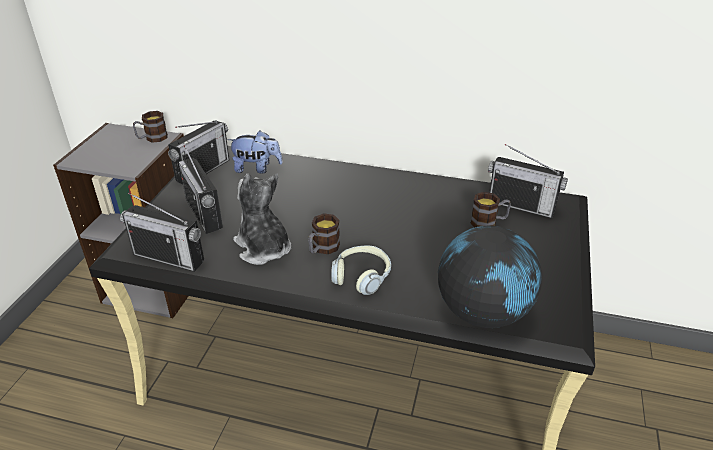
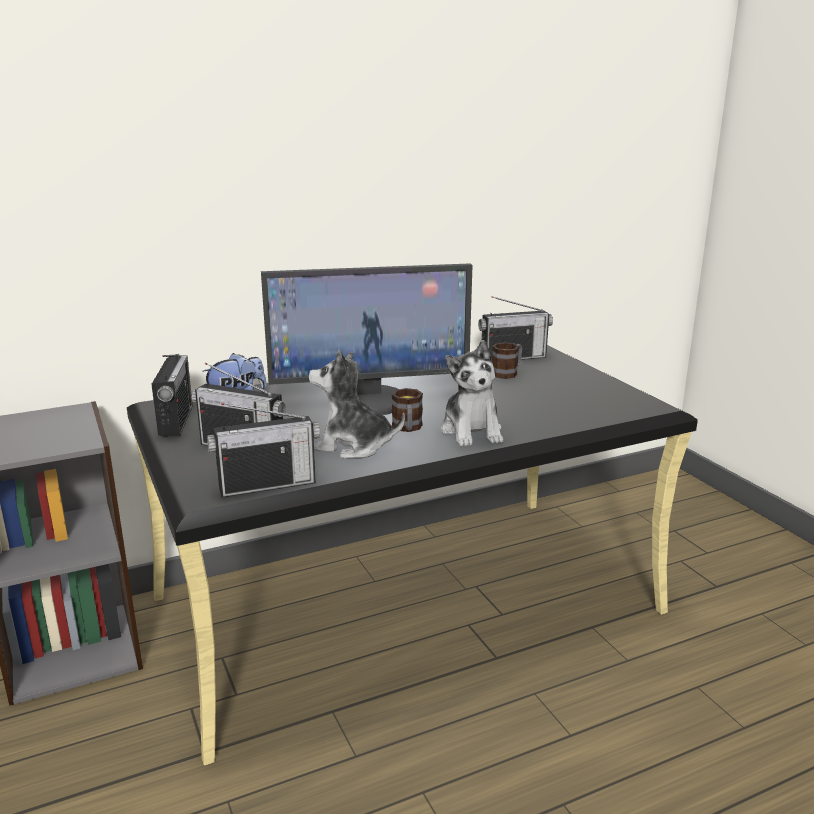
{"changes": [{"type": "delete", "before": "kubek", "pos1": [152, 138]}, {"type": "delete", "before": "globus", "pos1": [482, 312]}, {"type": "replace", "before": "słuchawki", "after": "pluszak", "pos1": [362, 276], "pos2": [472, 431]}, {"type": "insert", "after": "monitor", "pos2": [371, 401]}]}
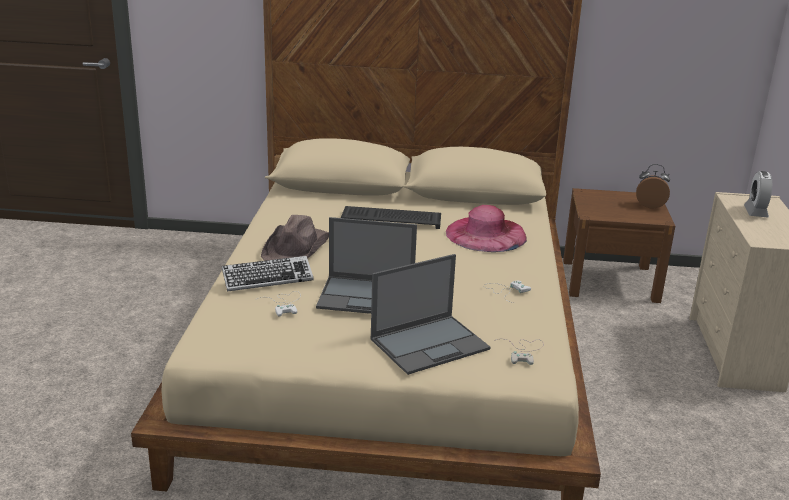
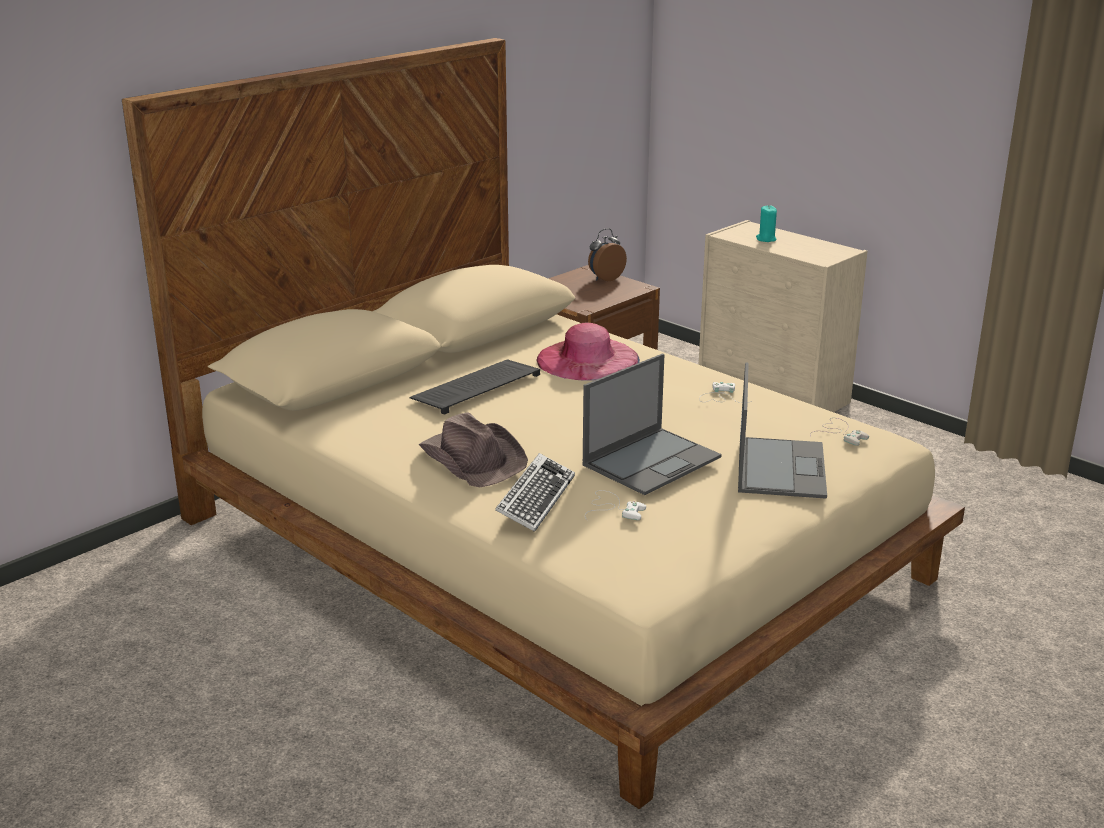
{"changes": [{"type": "replace", "before": "budzik", "after": "świeca/turkusowy", "pos1": [755, 212], "pos2": [766, 239]}]}
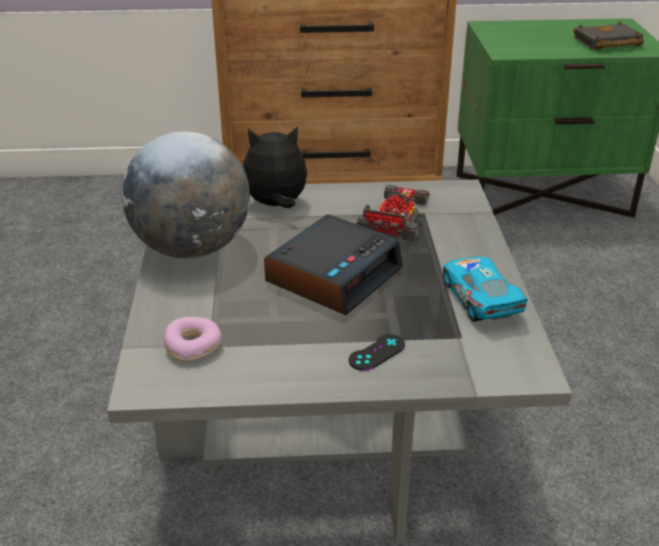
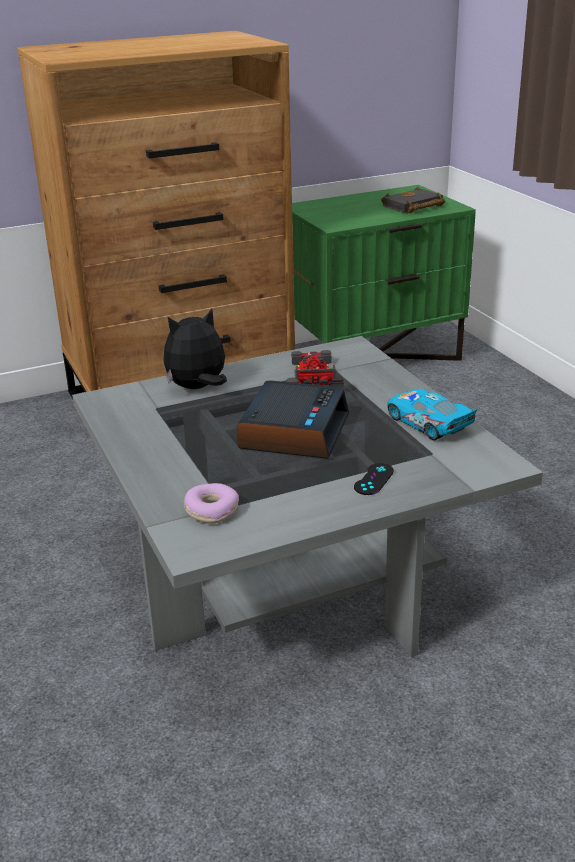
{"changes": [{"type": "delete", "before": "globus", "pos1": [192, 249]}]}
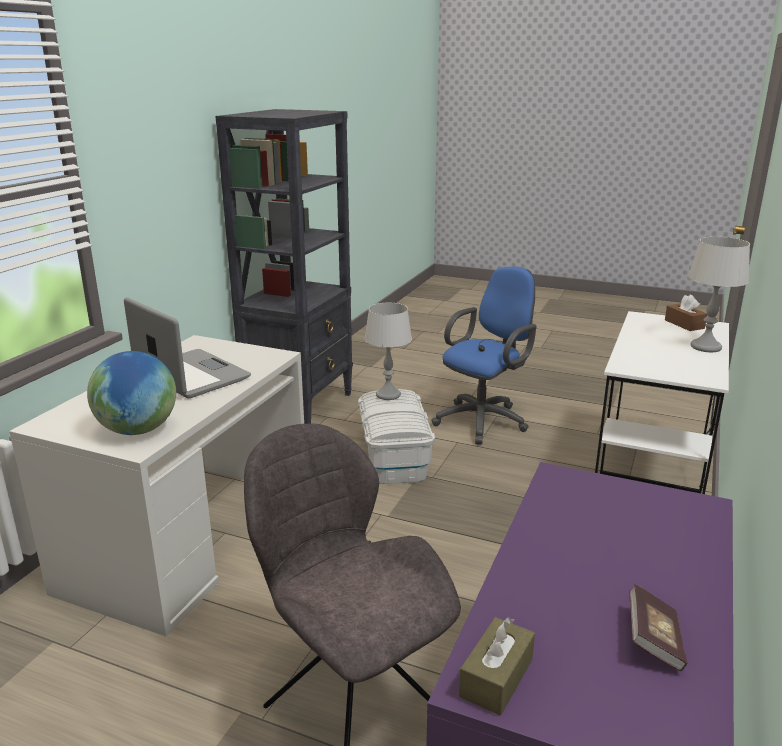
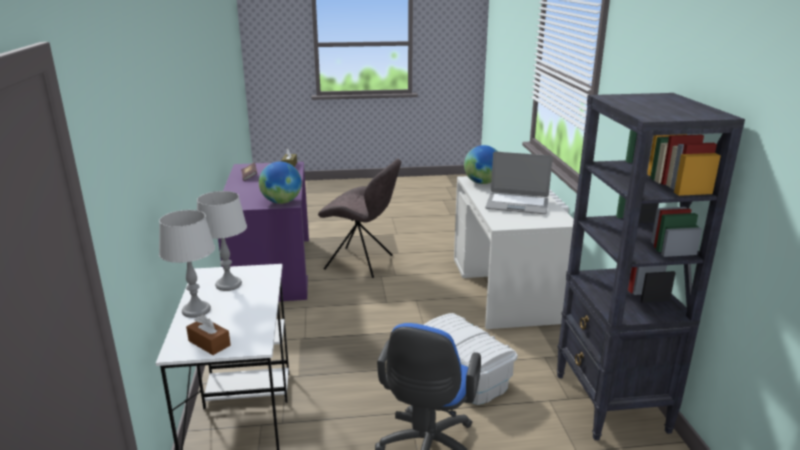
{"changes": [{"type": "move", "before": "lampa stołowa/szary", "pos1": [388, 395], "pos2": [228, 284]}, {"type": "insert", "after": "globus", "pos2": [281, 202]}]}
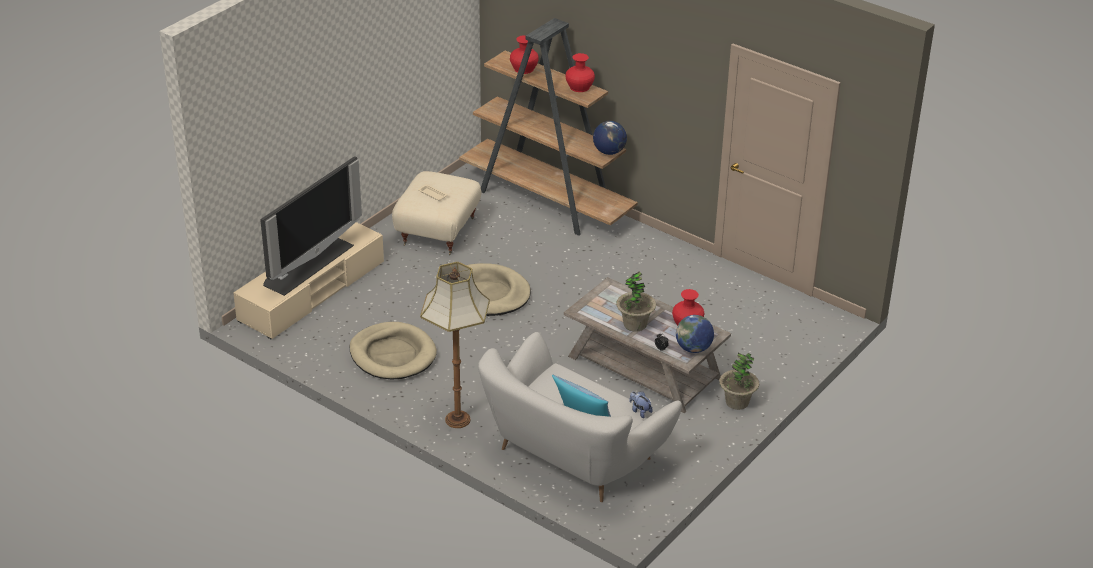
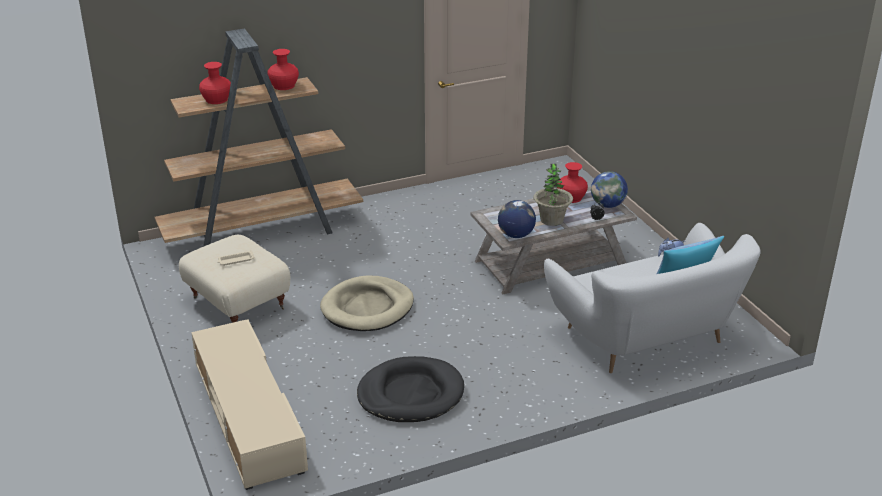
{"changes": [{"type": "move", "before": "globus", "pos1": [609, 151], "pos2": [515, 235]}, {"type": "delete", "before": "telewizor", "pos1": [307, 264]}, {"type": "delete", "before": "lampa stojąca", "pos1": [457, 420]}, {"type": "recolor", "before": "legowisko/beżowy", "after": "legowisko/czarny", "pos1": [393, 354], "pos2": [410, 394]}, {"type": "delete", "before": "roślina doniczkowa", "pos1": [737, 402]}]}
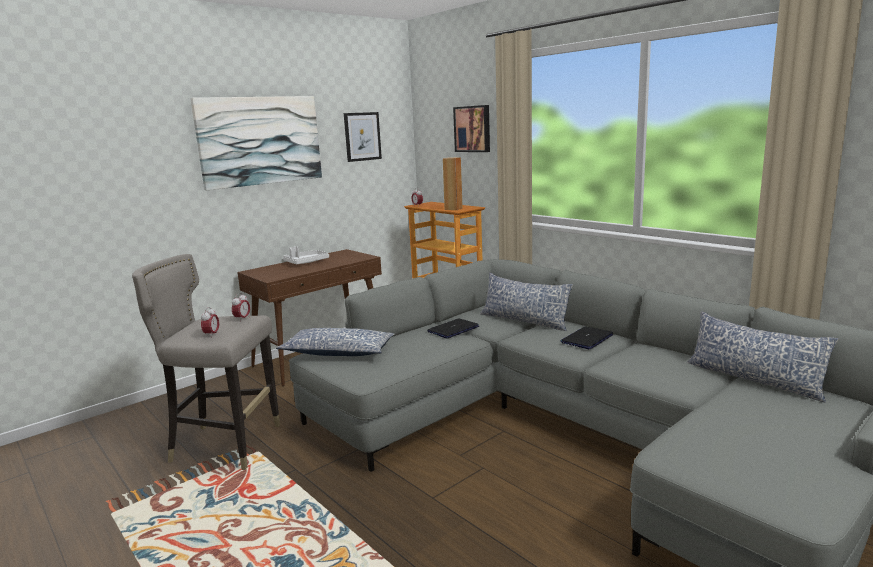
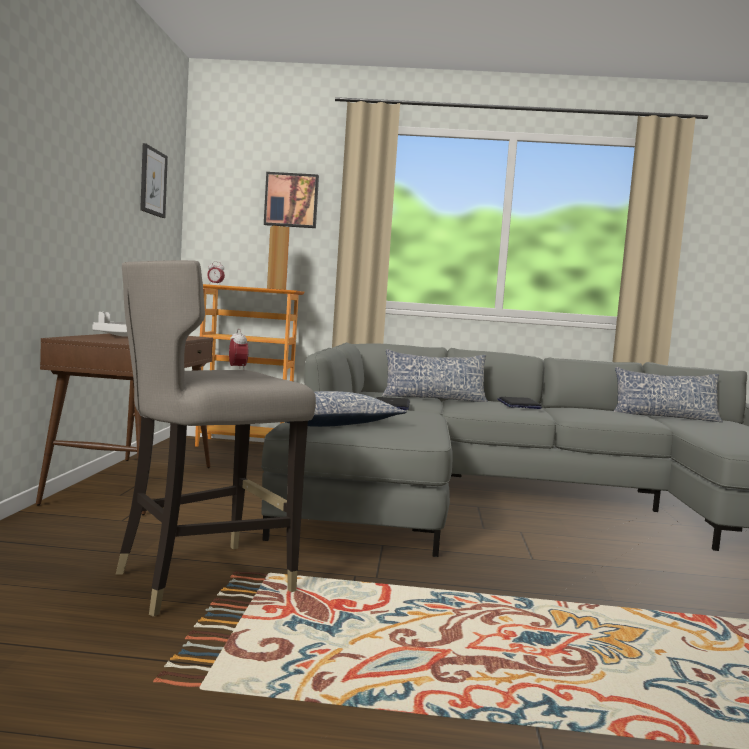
{"changes": [{"type": "delete", "before": "obraz", "pos1": [260, 141]}, {"type": "delete", "before": "budzik", "pos1": [212, 335]}]}
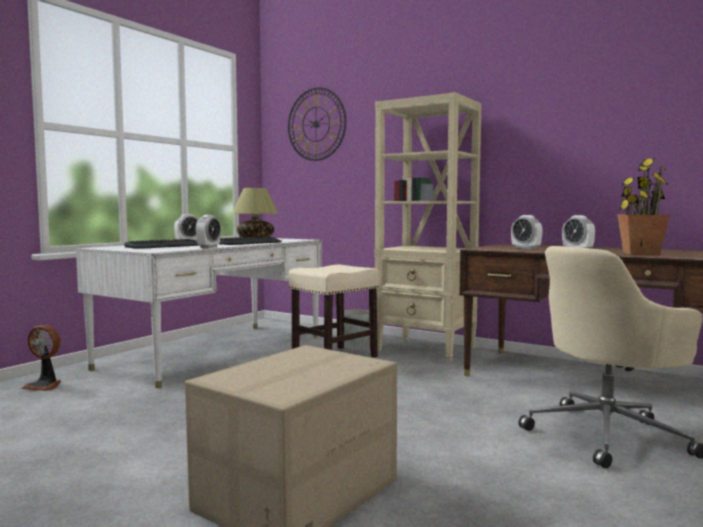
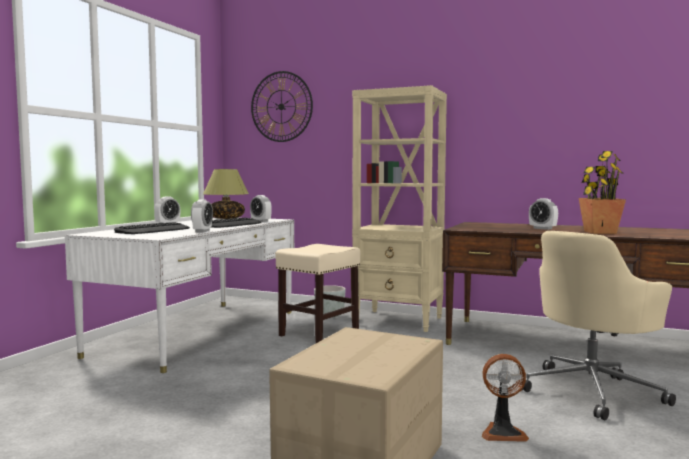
{"changes": [{"type": "move", "before": "budzik", "pos1": [526, 248], "pos2": [260, 221]}, {"type": "move", "before": "wentylator", "pos1": [45, 385], "pos2": [502, 432]}]}
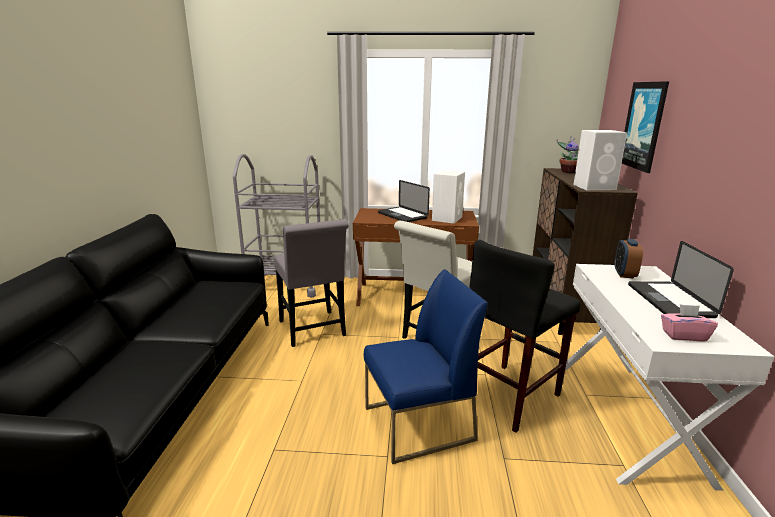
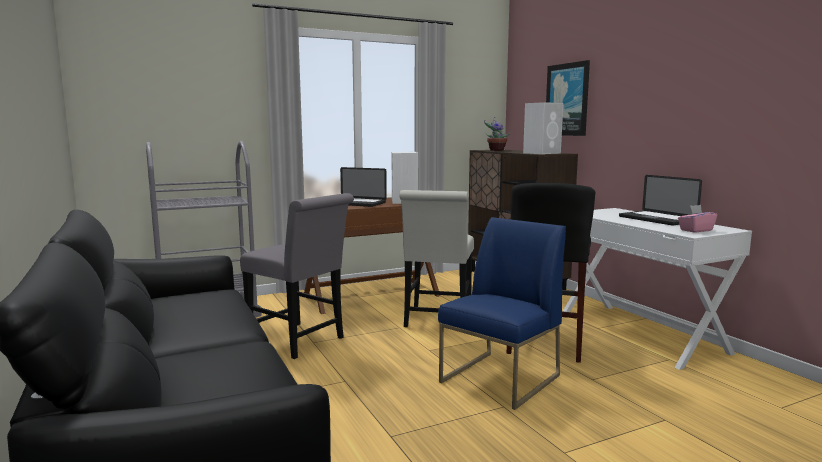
{"changes": [{"type": "delete", "before": "budzik", "pos1": [624, 274]}]}
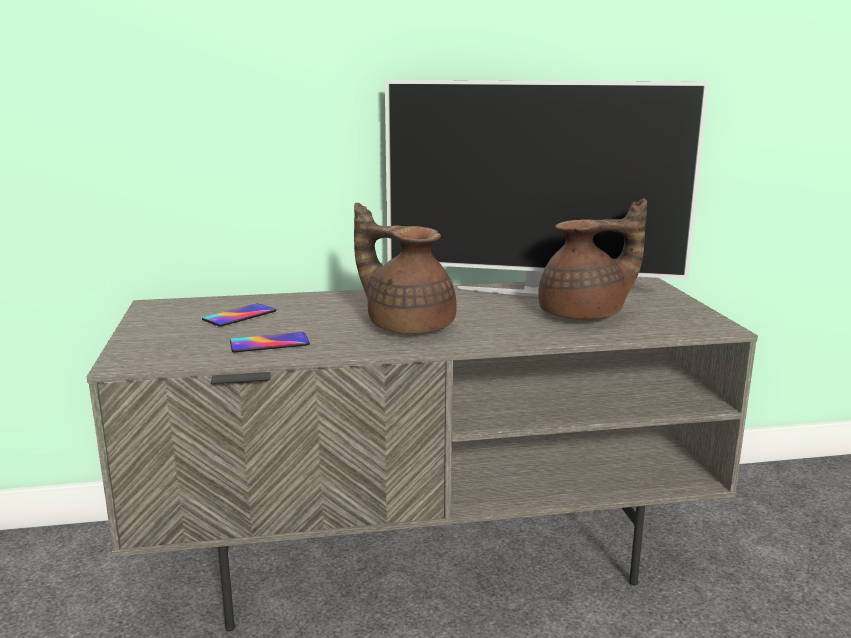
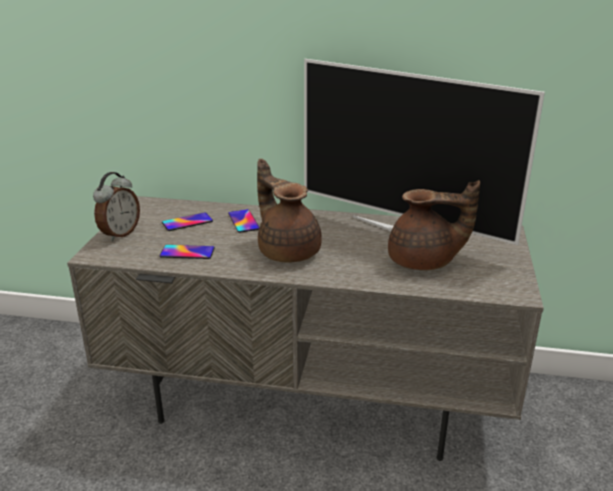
{"changes": [{"type": "insert", "after": "budzik", "pos2": [119, 234]}, {"type": "insert", "after": "telefon", "pos2": [243, 221]}]}
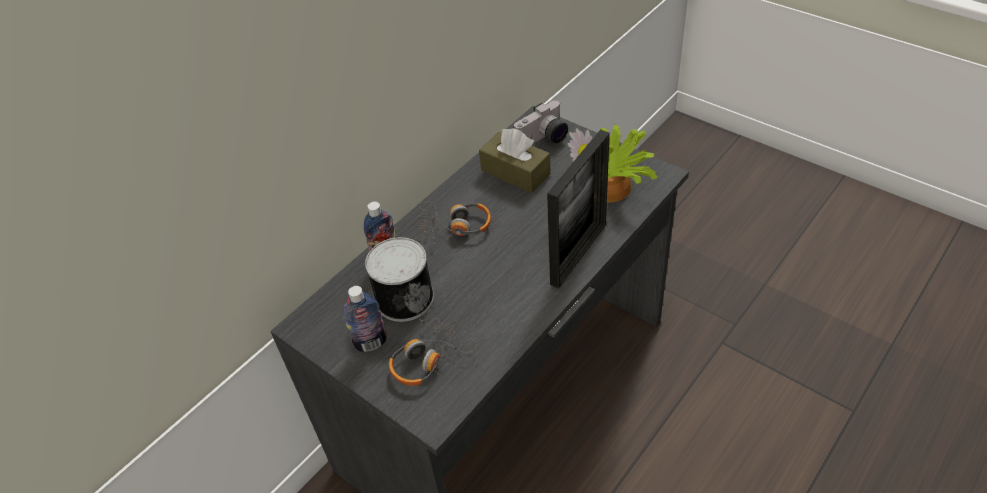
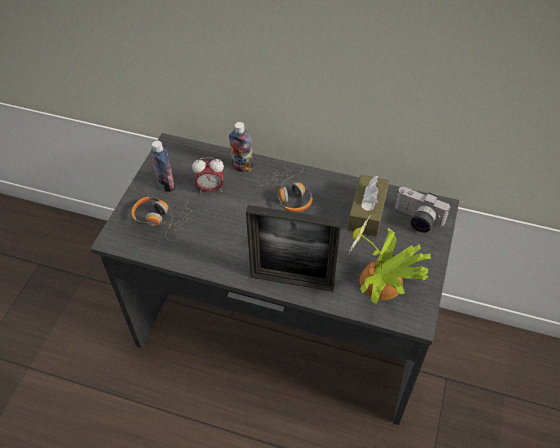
{"changes": [{"type": "replace", "before": "puszka", "after": "budzik", "pos1": [404, 297], "pos2": [210, 188]}]}
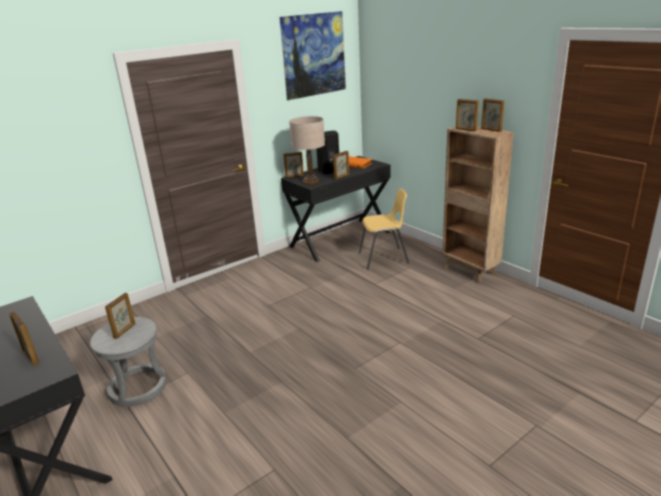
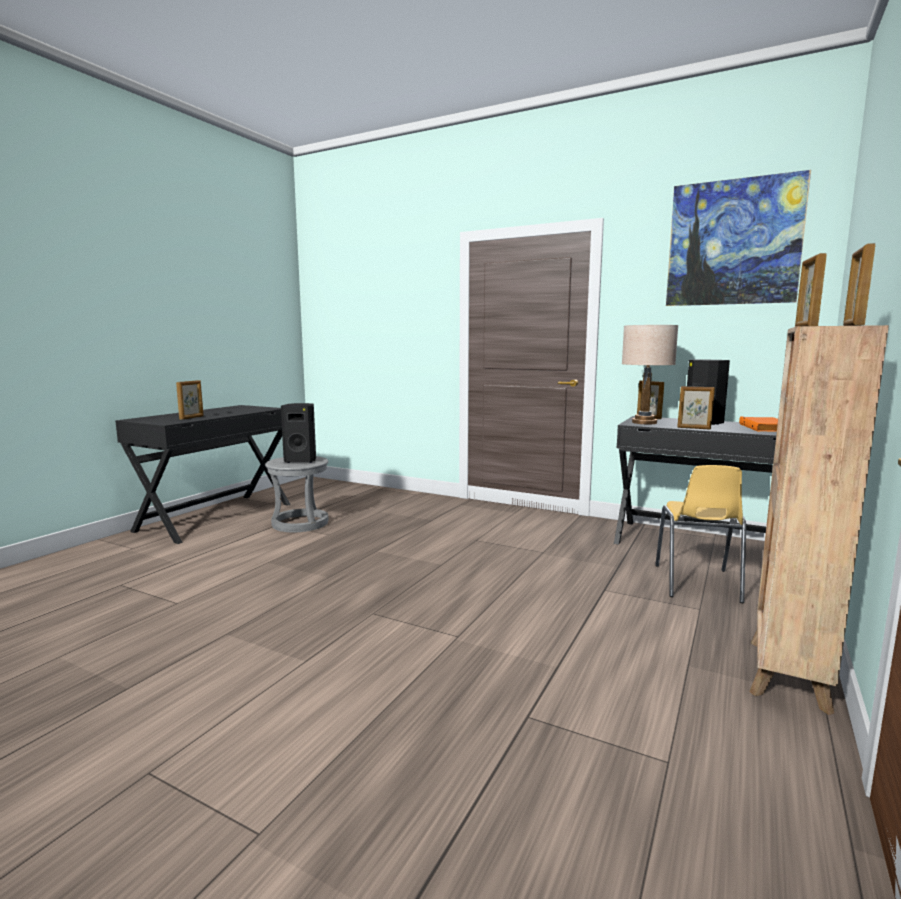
{"changes": [{"type": "rotate", "before": "krzesło/żółty", "pos1": [384, 258], "pos2": [697, 583], "turn": 45}, {"type": "replace", "before": "ramka na zdjęcie", "after": "głośnik/czarny", "pos1": [125, 331], "pos2": [301, 460]}]}
